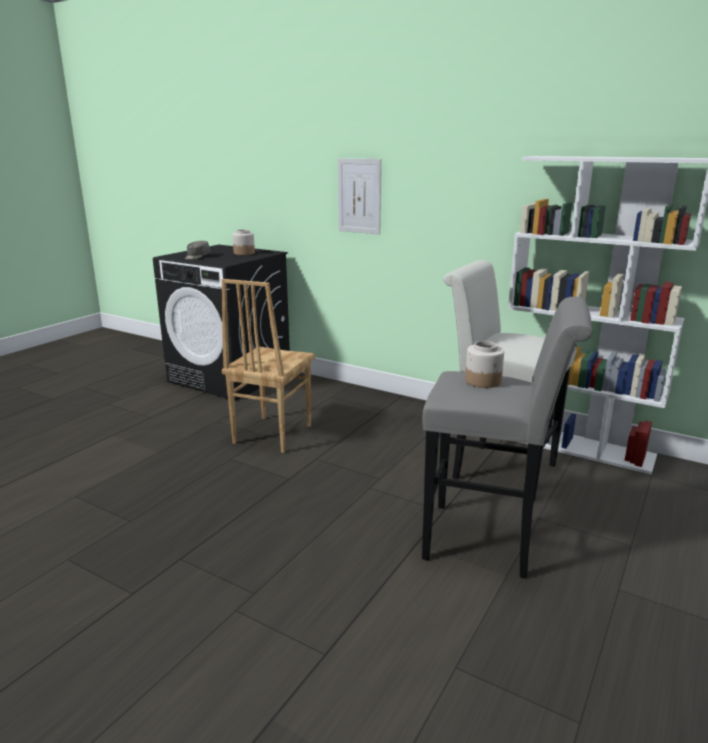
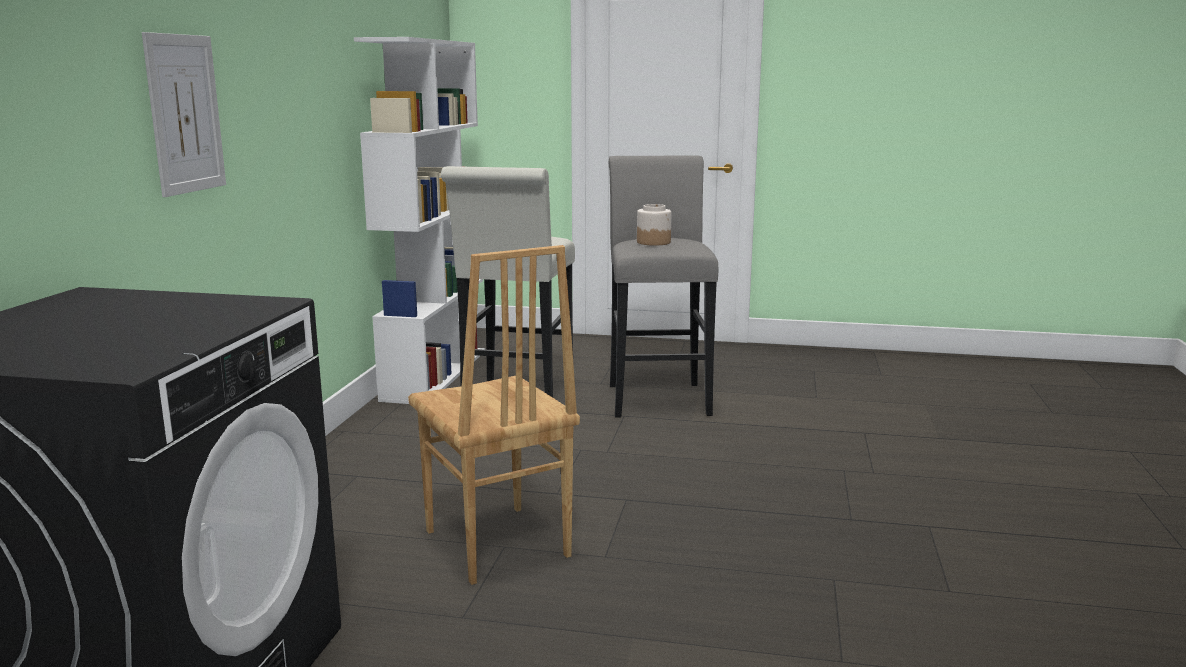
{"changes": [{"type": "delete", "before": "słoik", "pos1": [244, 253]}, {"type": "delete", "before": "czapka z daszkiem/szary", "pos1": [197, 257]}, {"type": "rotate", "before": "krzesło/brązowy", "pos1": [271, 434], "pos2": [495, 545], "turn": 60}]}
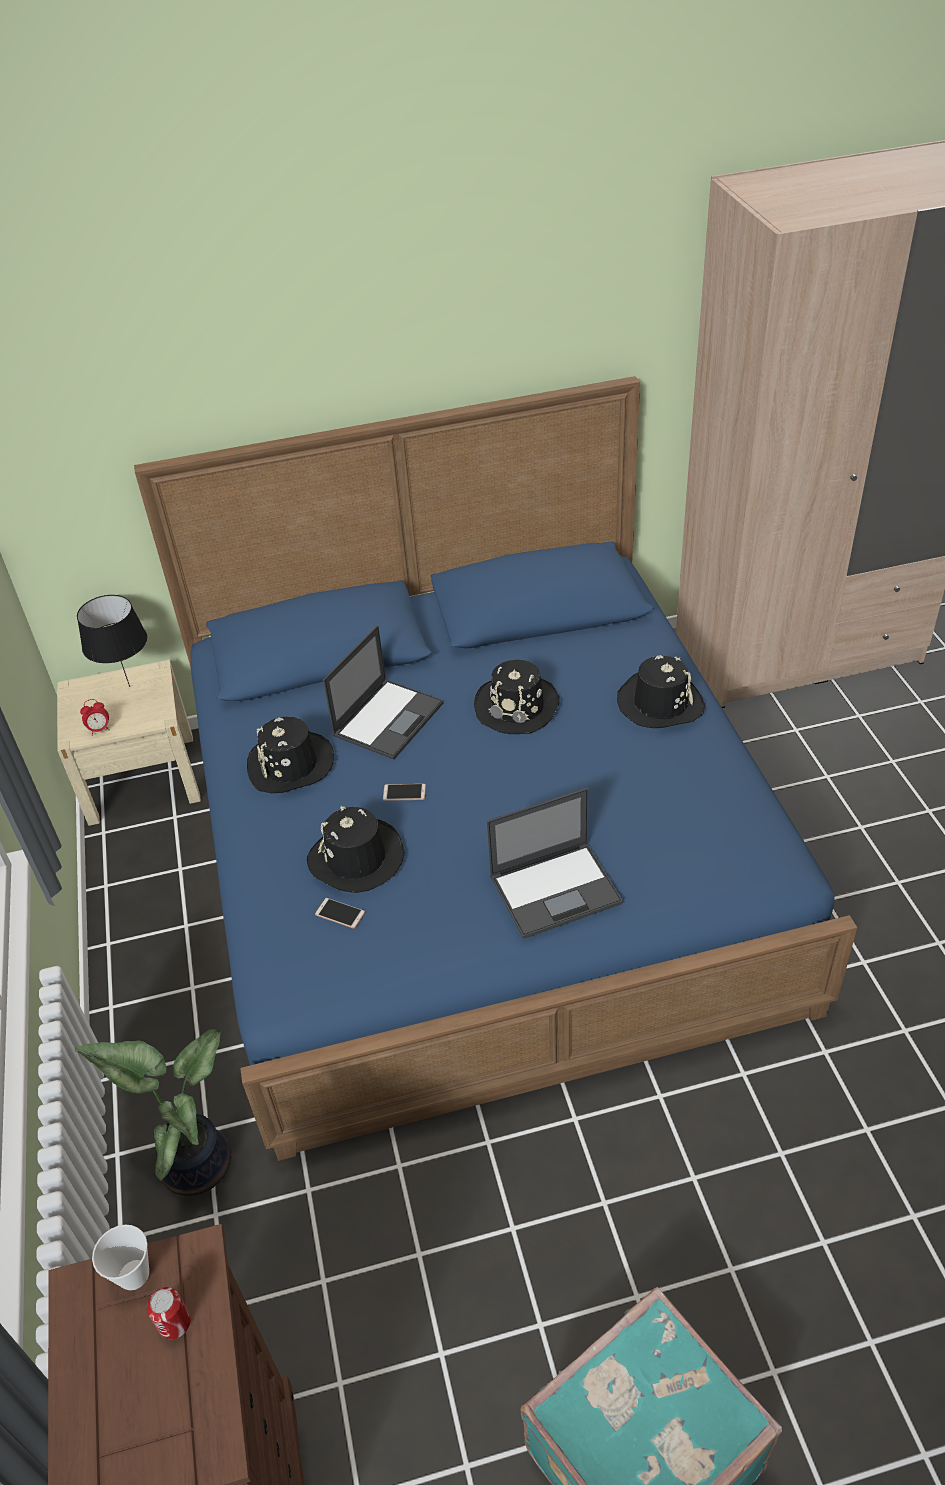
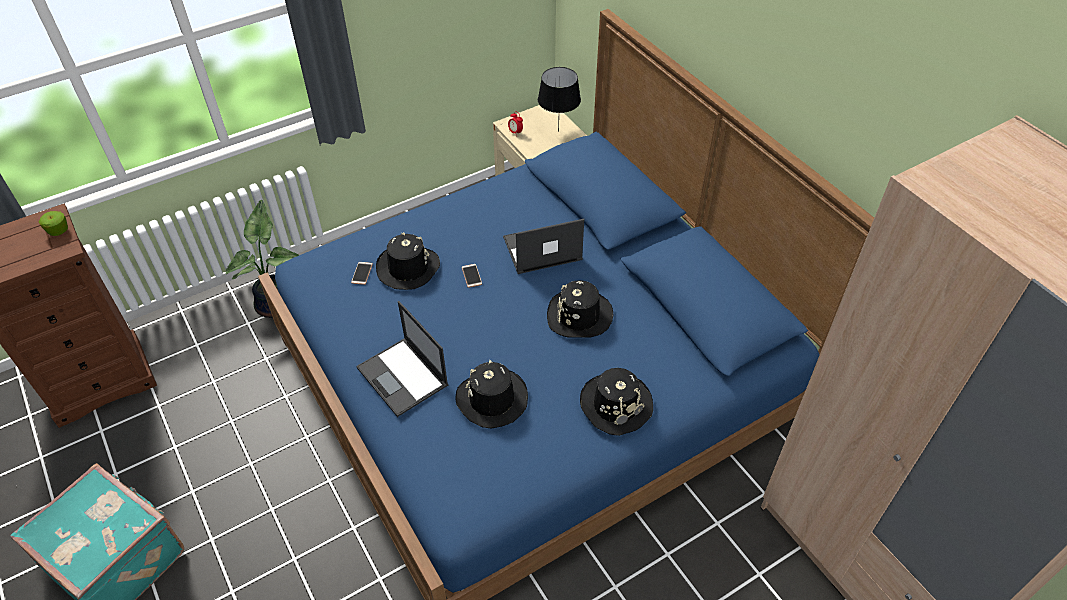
{"changes": [{"type": "rotate", "before": "laptop", "pos1": [388, 718], "pos2": [541, 249], "turn": 150}, {"type": "move", "before": "kapelusz/czarny", "pos1": [290, 764], "pos2": [492, 399]}, {"type": "replace", "before": "filiżanka", "after": "jabłko", "pos1": [134, 1274], "pos2": [58, 231]}, {"type": "delete", "before": "puszka", "pos1": [174, 1323]}]}
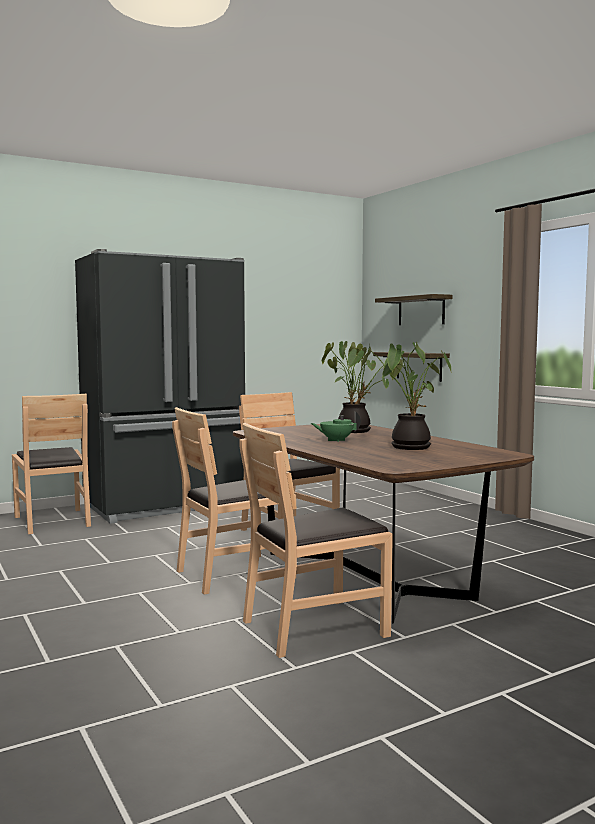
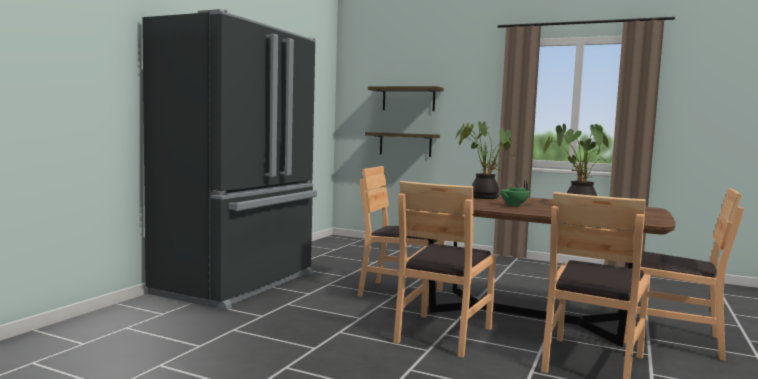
{"changes": [{"type": "move", "before": "krzesło/brązowy", "pos1": [53, 521], "pos2": [669, 339]}]}
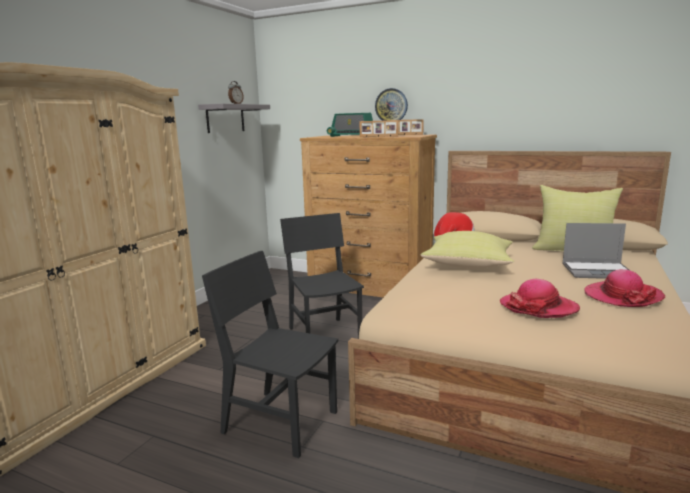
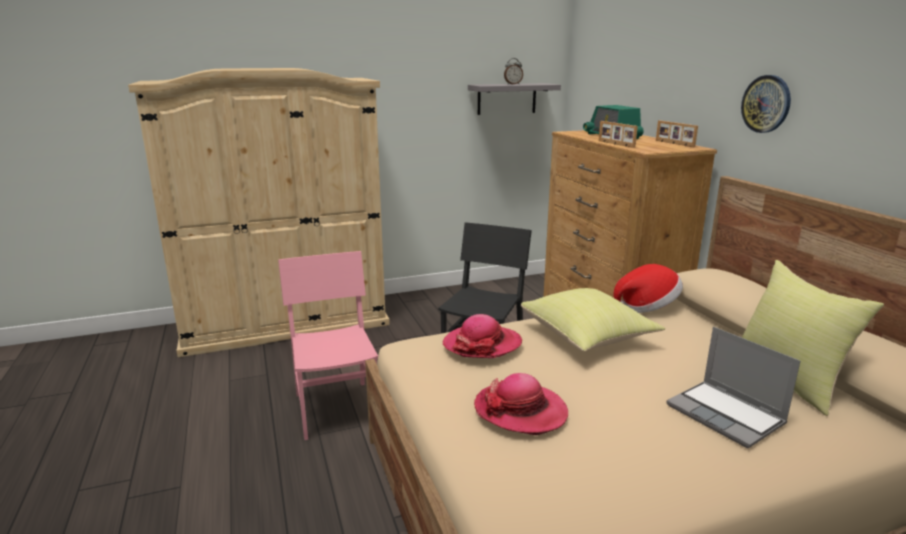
{"changes": [{"type": "move", "before": "zegar ścienny", "pos1": [391, 105], "pos2": [766, 104]}, {"type": "recolor", "before": "krzesło/czarny", "after": "krzesło/różowy", "pos1": [280, 421], "pos2": [336, 409]}, {"type": "move", "before": "kapelusz", "pos1": [622, 296], "pos2": [482, 344]}]}
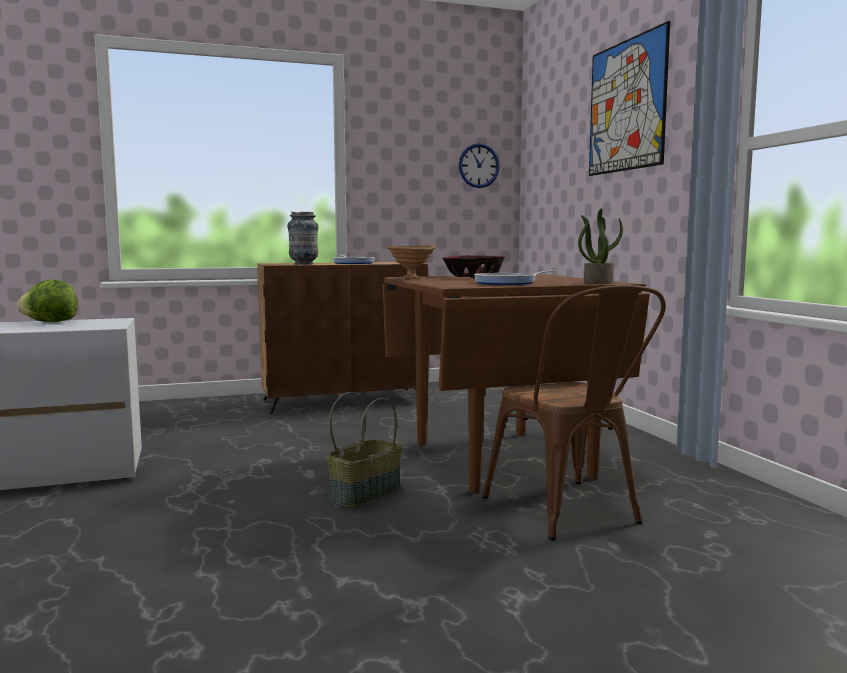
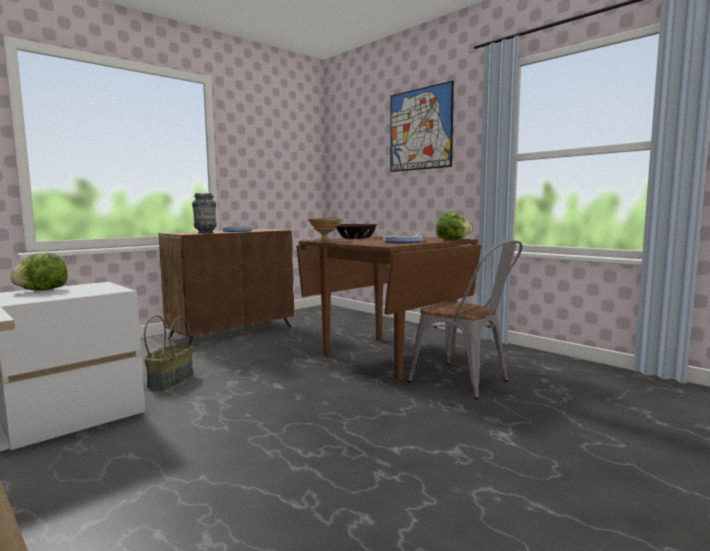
{"changes": [{"type": "delete", "before": "zegar ścienny", "pos1": [479, 165]}, {"type": "replace", "before": "roślina doniczkowa", "after": "sałata", "pos1": [598, 283], "pos2": [452, 239]}, {"type": "recolor", "before": "krzesło/brązowy", "after": "krzesło/szary", "pos1": [569, 513], "pos2": [466, 382]}, {"type": "move", "before": "koszyk", "pos1": [365, 493], "pos2": [170, 380]}]}
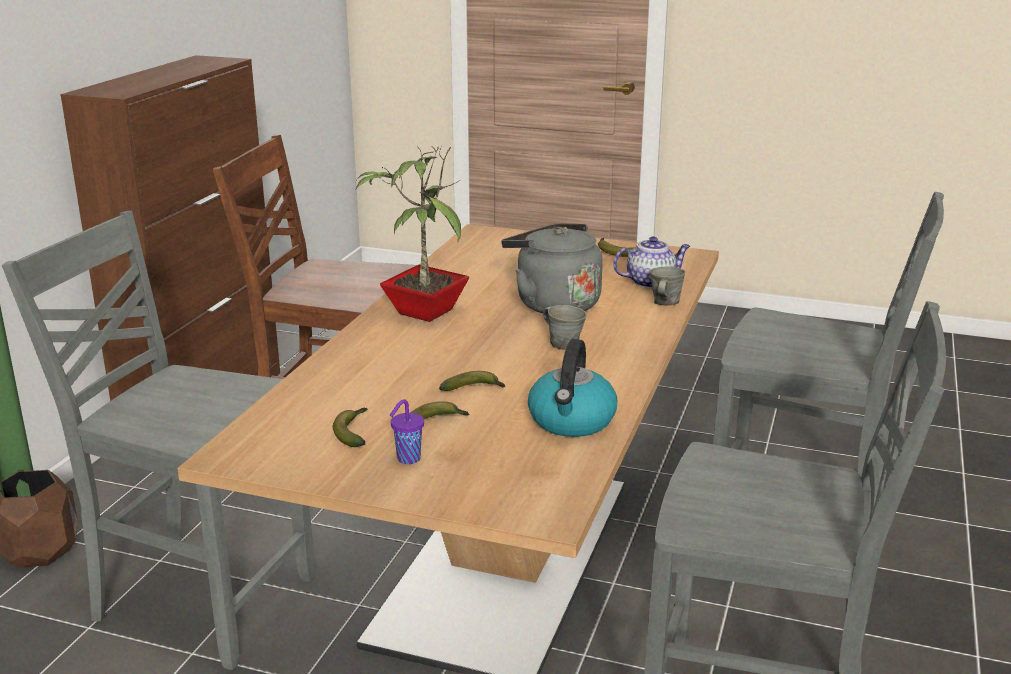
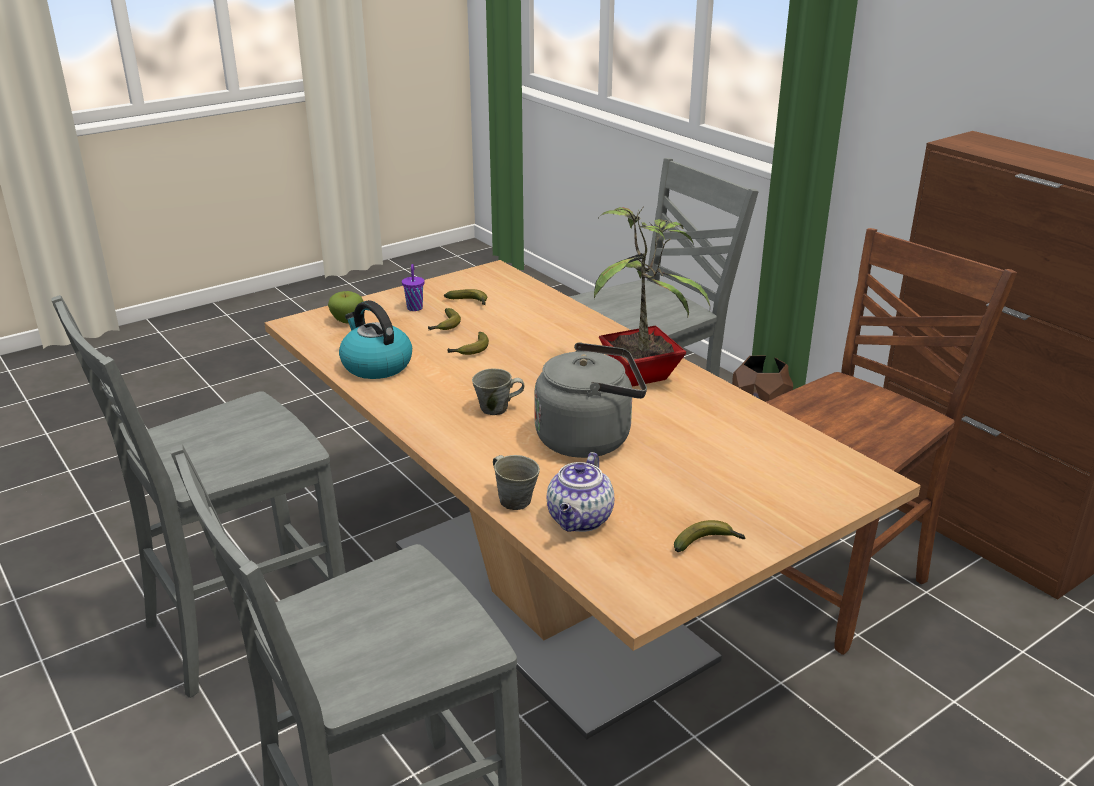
{"changes": [{"type": "insert", "after": "jabłko", "pos2": [347, 321]}]}
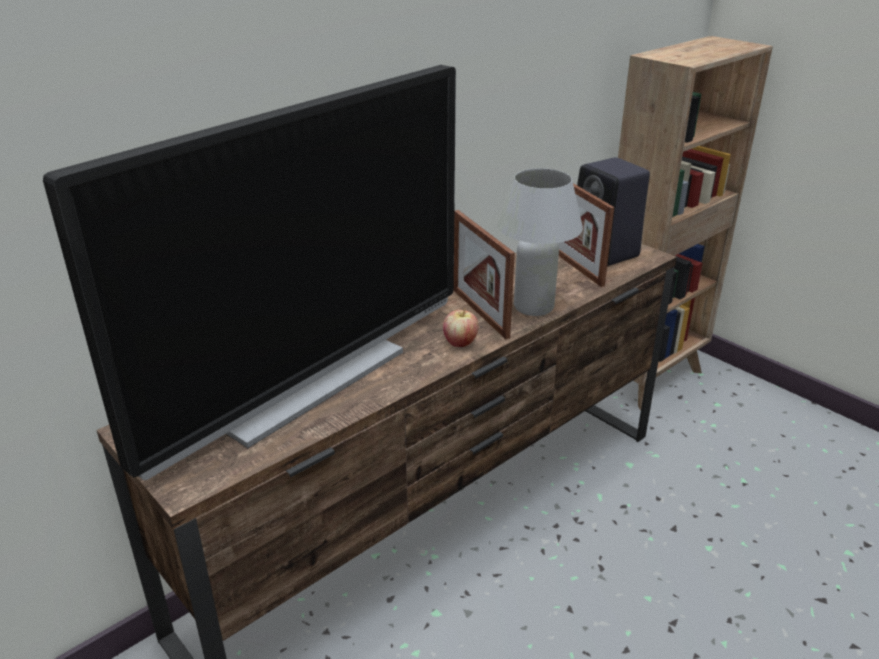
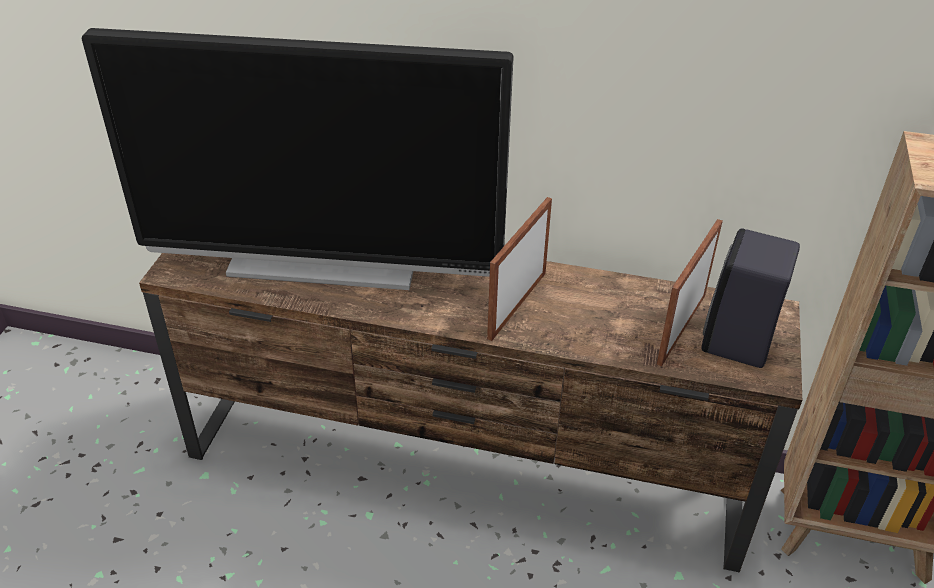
{"changes": [{"type": "delete", "before": "lampa stołowa/biały", "pos1": [533, 307]}, {"type": "delete", "before": "jabłko", "pos1": [460, 343]}]}
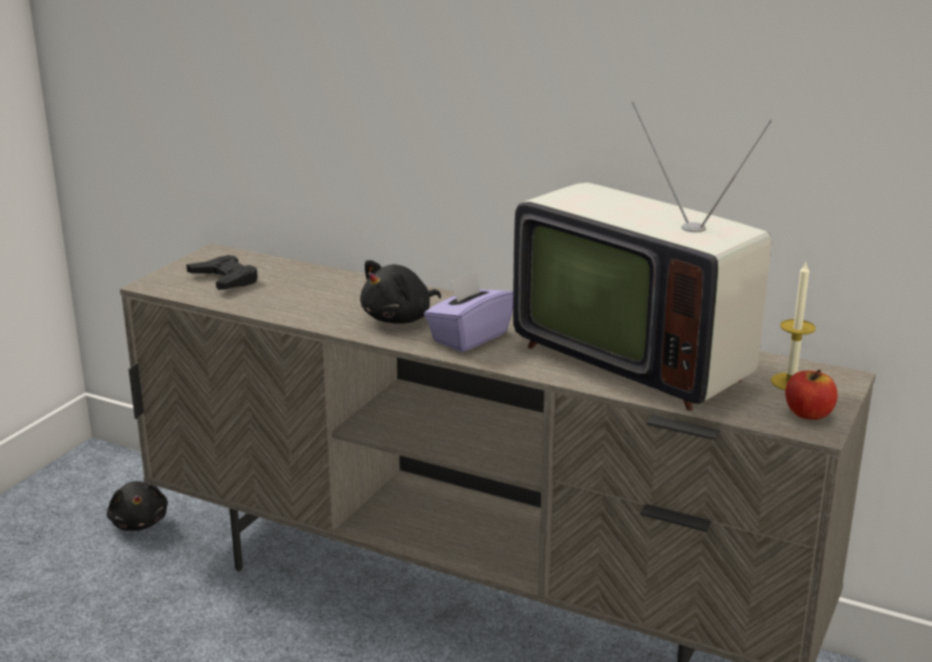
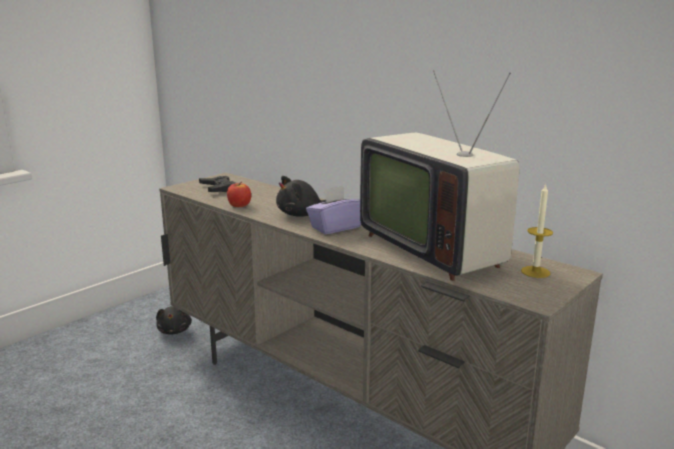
{"changes": [{"type": "move", "before": "jabłko", "pos1": [808, 414], "pos2": [239, 205]}]}
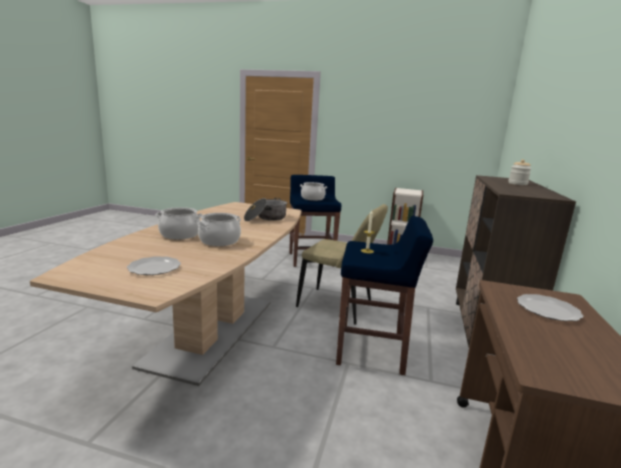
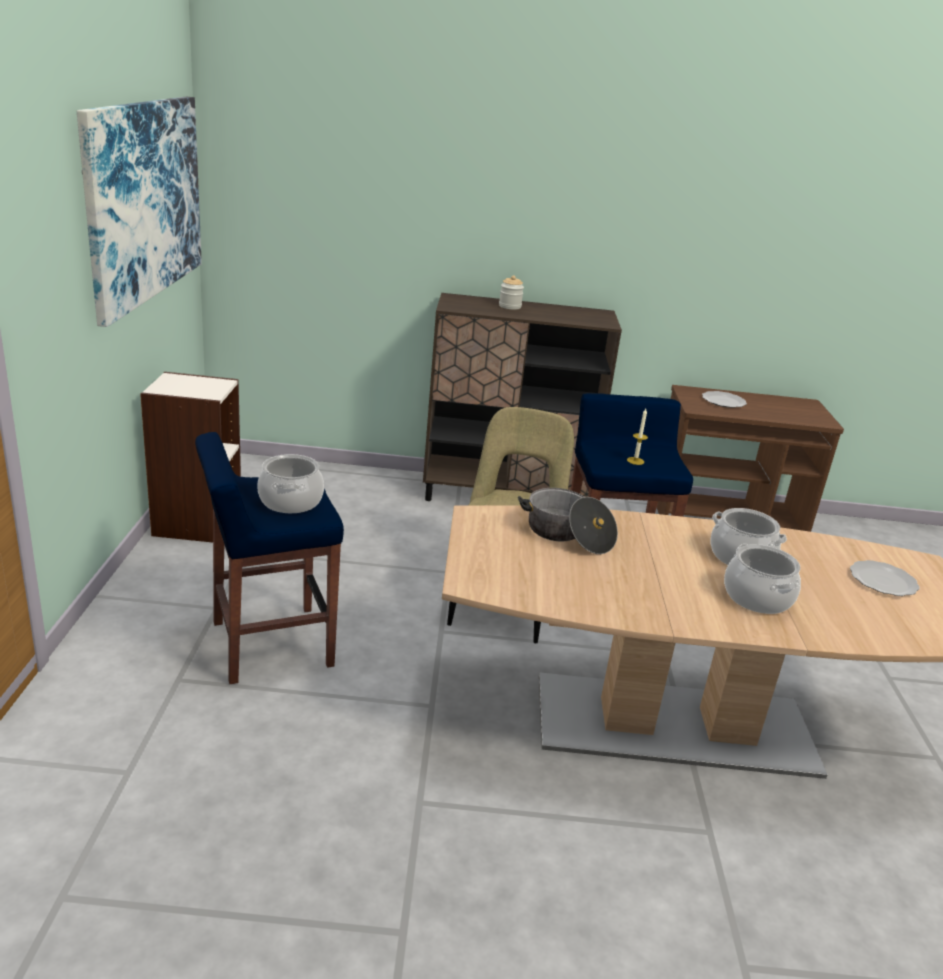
{"changes": [{"type": "insert", "after": "obraz", "pos2": [145, 200]}]}
